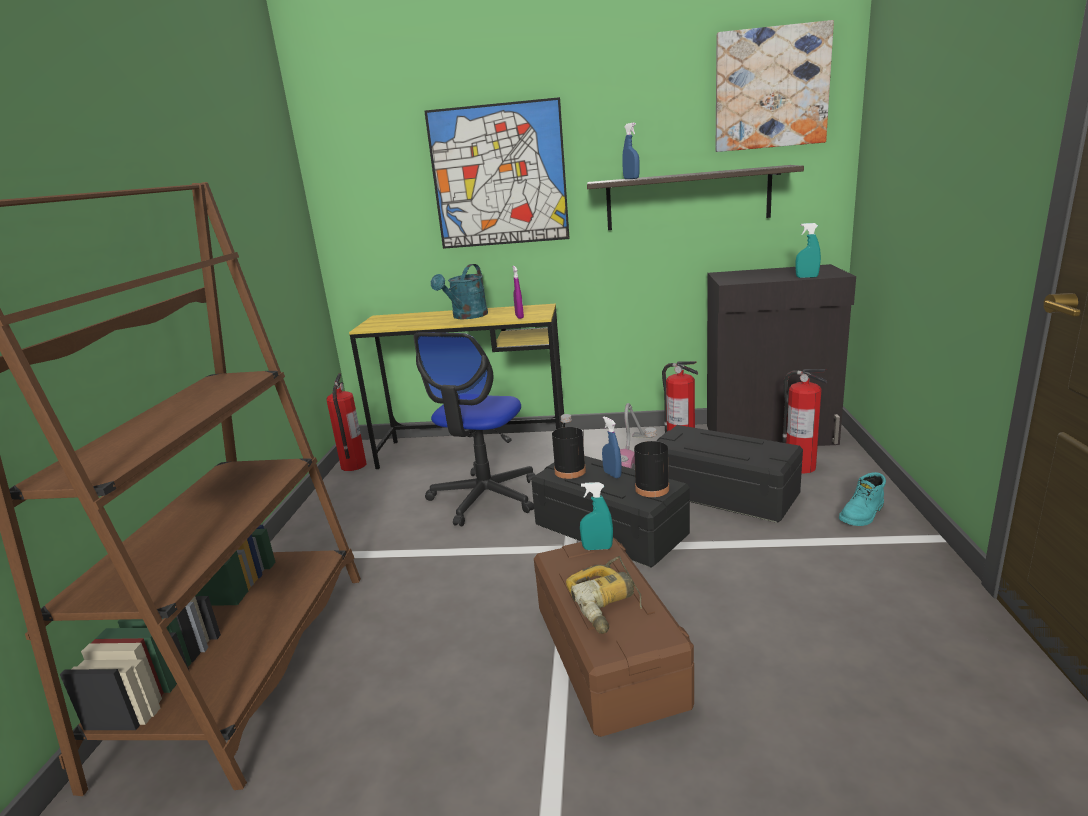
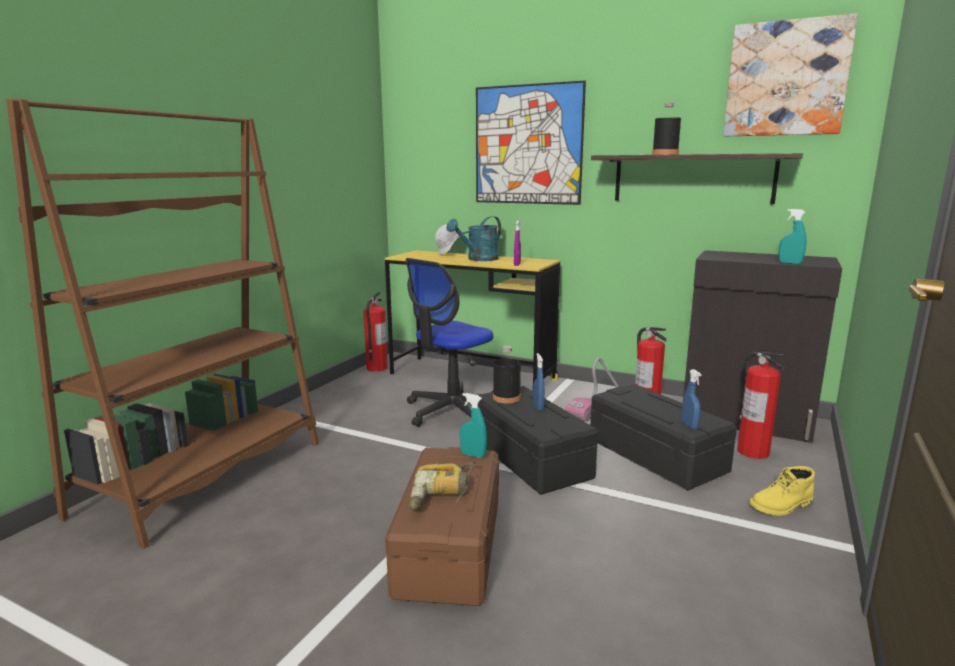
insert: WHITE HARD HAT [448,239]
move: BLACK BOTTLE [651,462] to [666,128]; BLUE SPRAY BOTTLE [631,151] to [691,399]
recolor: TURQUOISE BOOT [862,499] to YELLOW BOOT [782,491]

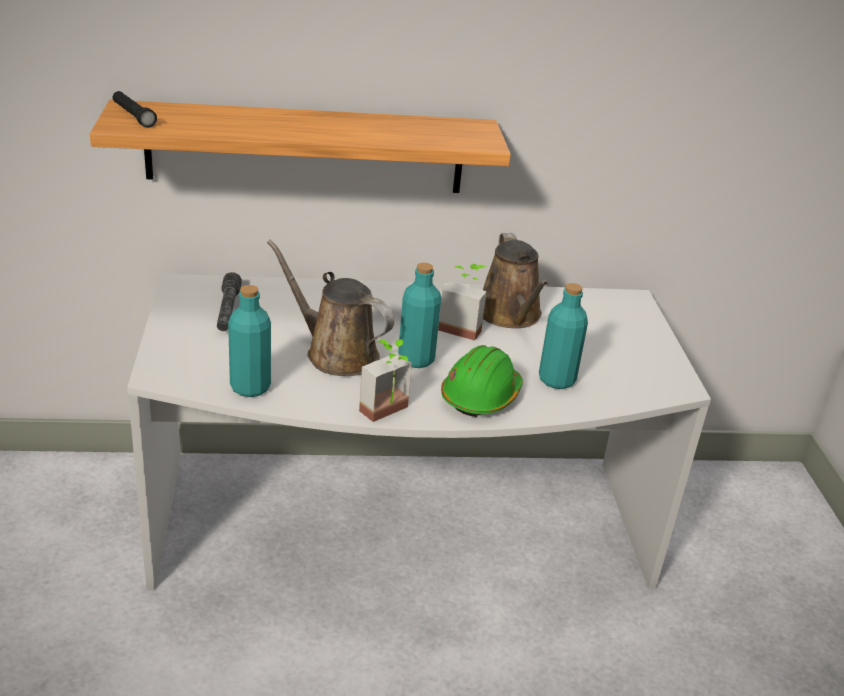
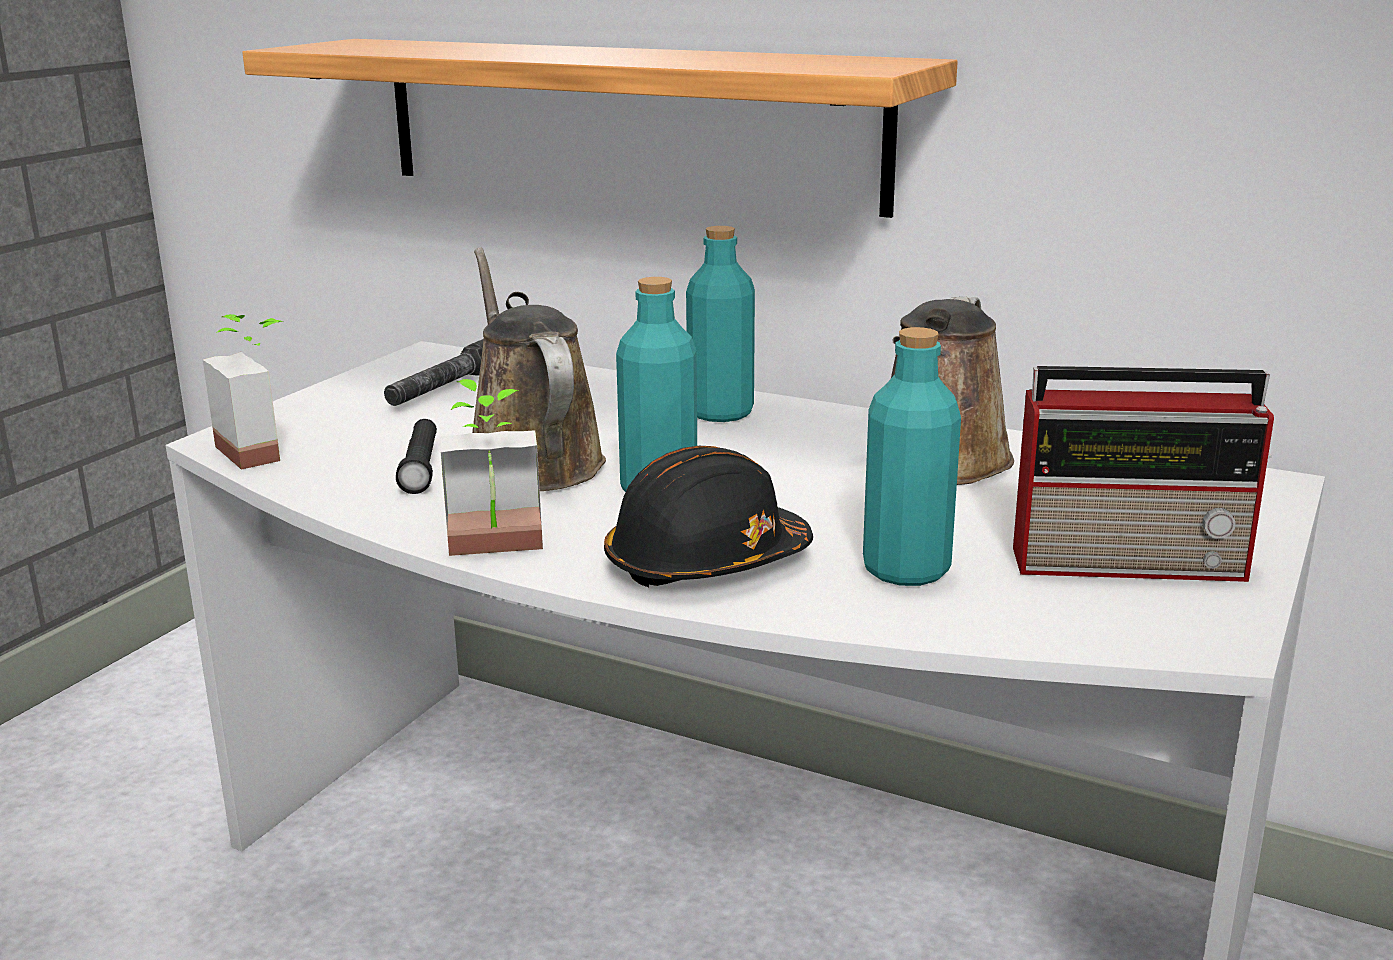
insert: RADIO [1143,474]
move: POTTED PLANT [462,302] to [243,392]; BLACK FLASHLIGHT [135,109] to [416,456]; TURQUOISE BOTTLE [249,341] to [720,324]
recolor: GREEN HARD HAT [482,381] to BLACK HARD HAT [708,516]

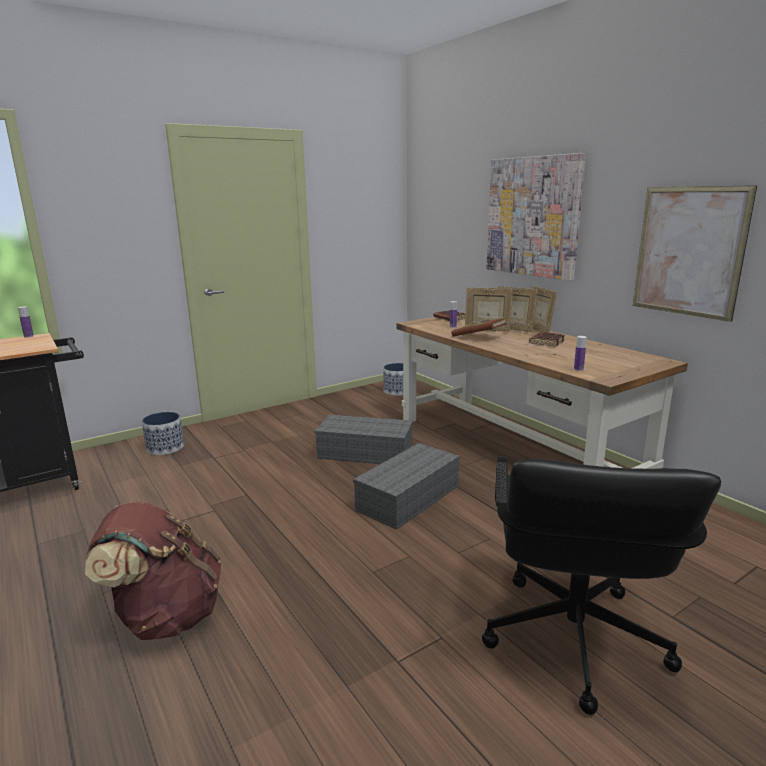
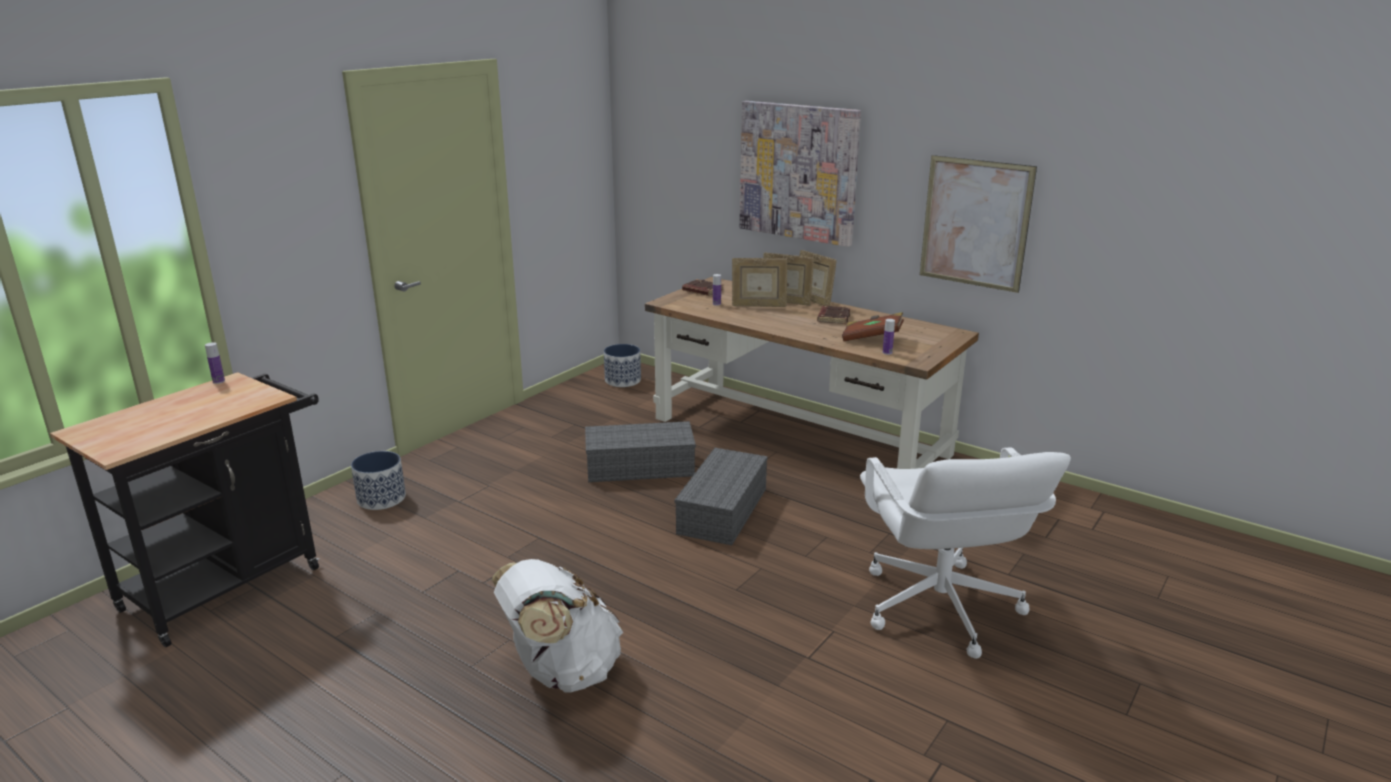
move: BROWN BOOK [479,327] to [873,326]
recolor: BROWN BACKPACK [153,571] to WHITE BACKPACK [557,625]; BLACK OFFICE CHAIR [601,585] to WHITE OFFICE CHAIR [965,553]

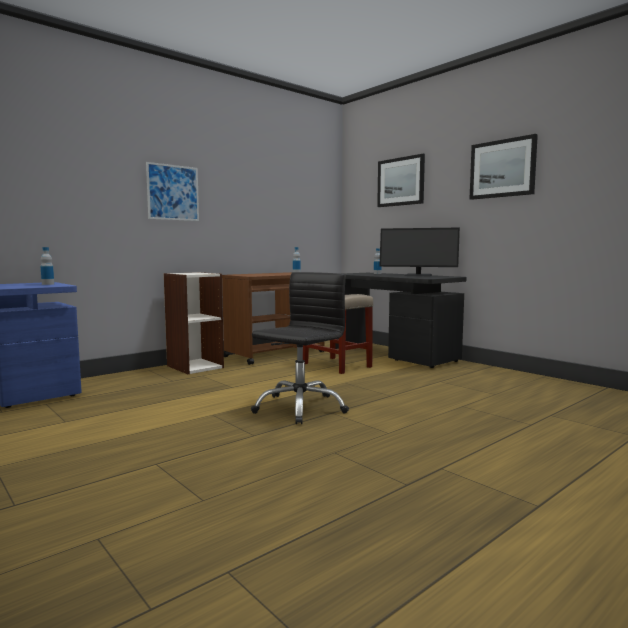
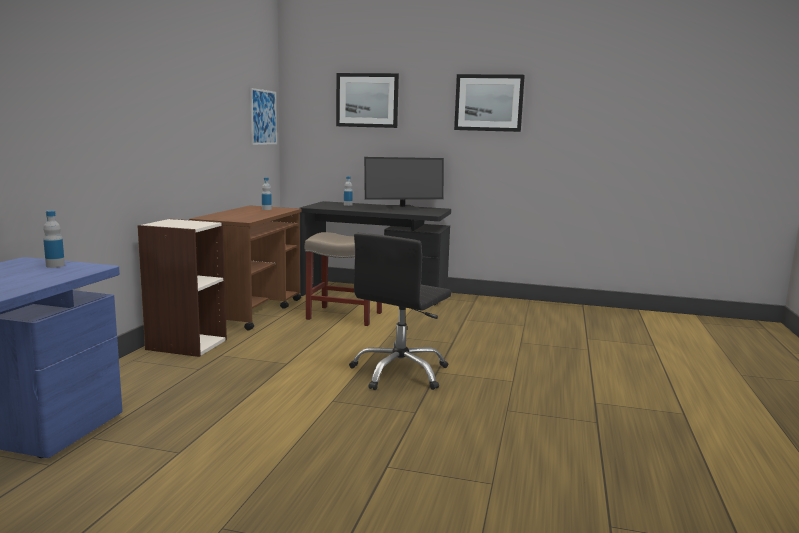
move: PICTURE [172,191] to [263,116]
rotate: BLACK OFFICE CHAIR [300,348] = [400,311] 150 degrees counterclockwise

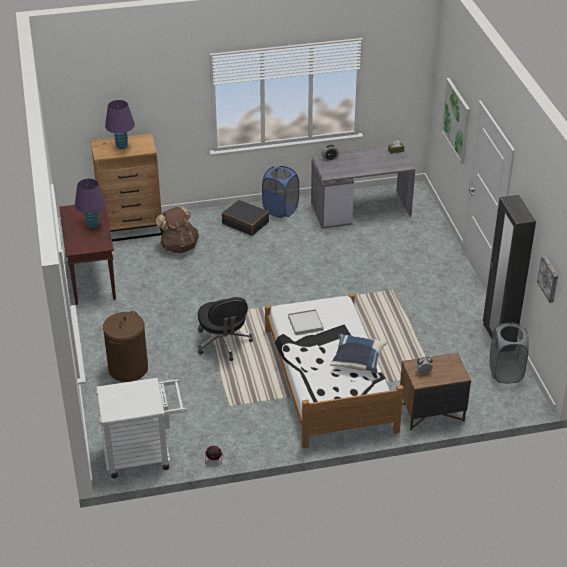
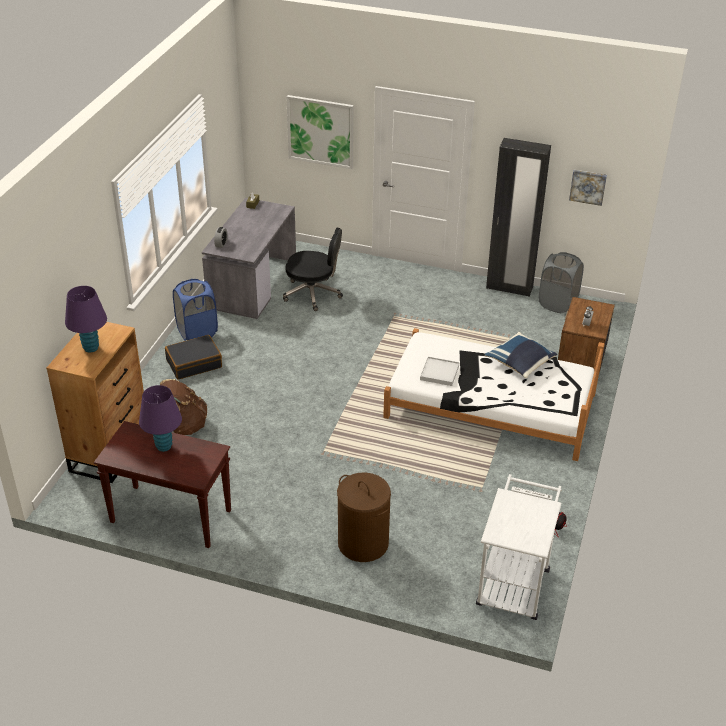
move: BLACK OFFICE CHAIR [225,329] to [313,269]

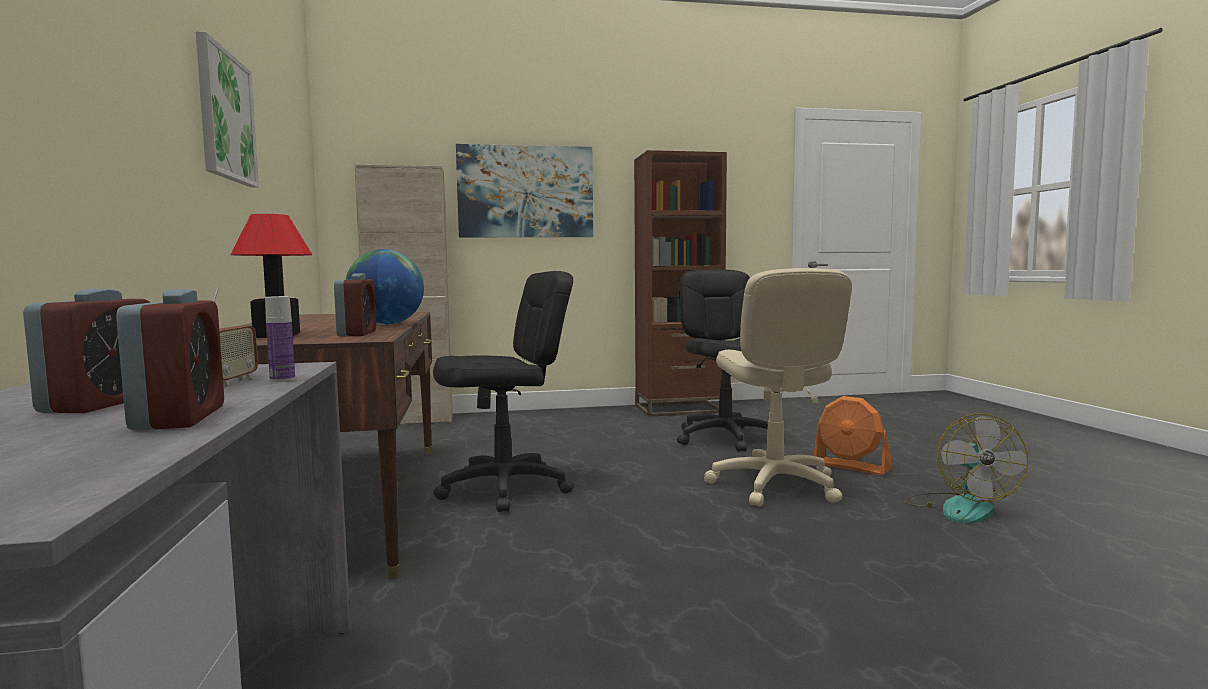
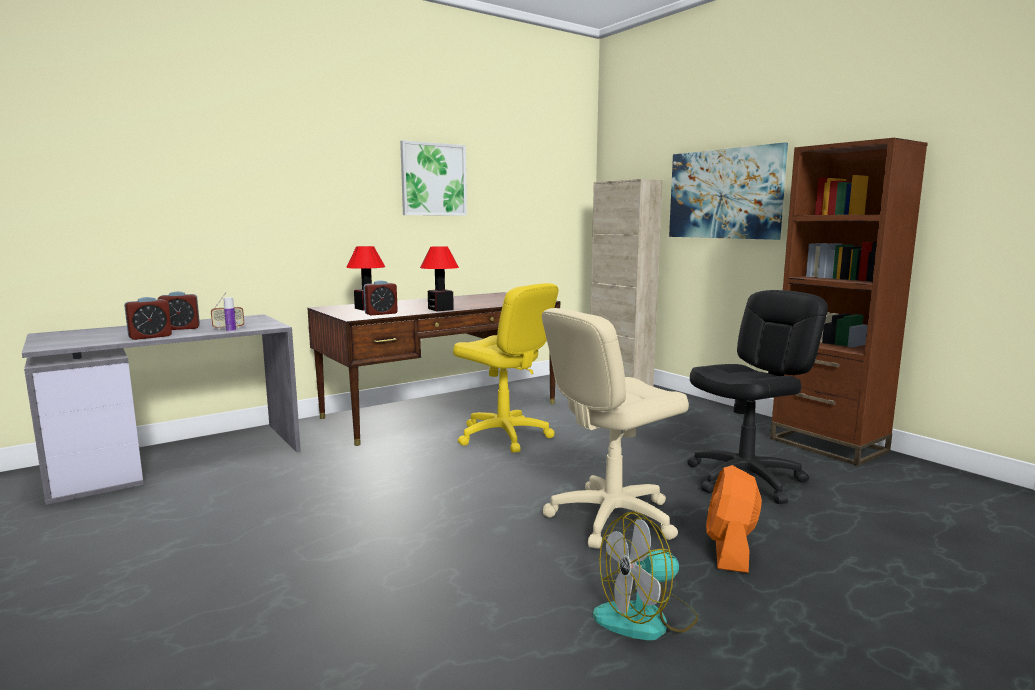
replace: GLOBE [385,287] to TABLE LAMP [439,278]
recolor: BLACK OFFICE CHAIR [503,391] to YELLOW OFFICE CHAIR [506,368]

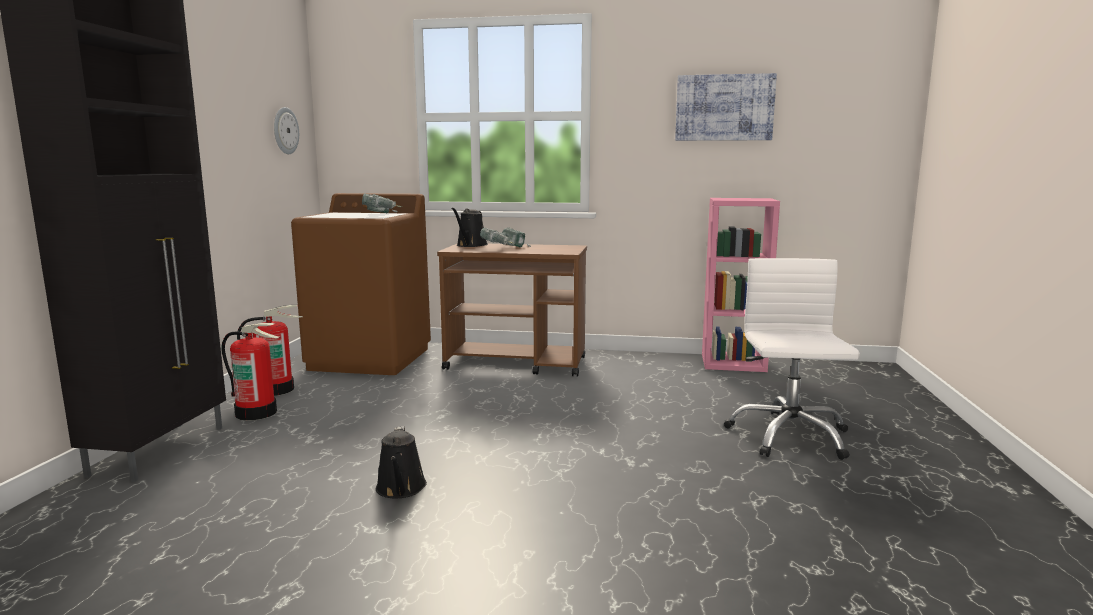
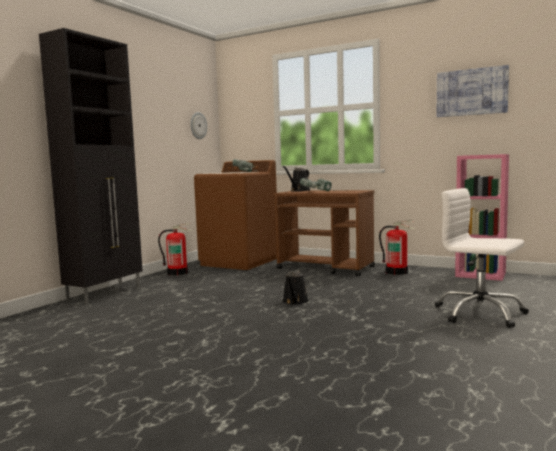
move: BLACK WATERING CAN [401,462] to [295,287]; FIRE EXTINGUISHER [250,372] to [397,248]
rotate: WHITE OFFICE CHAIR [792,359] = [482,258] 75 degrees counterclockwise

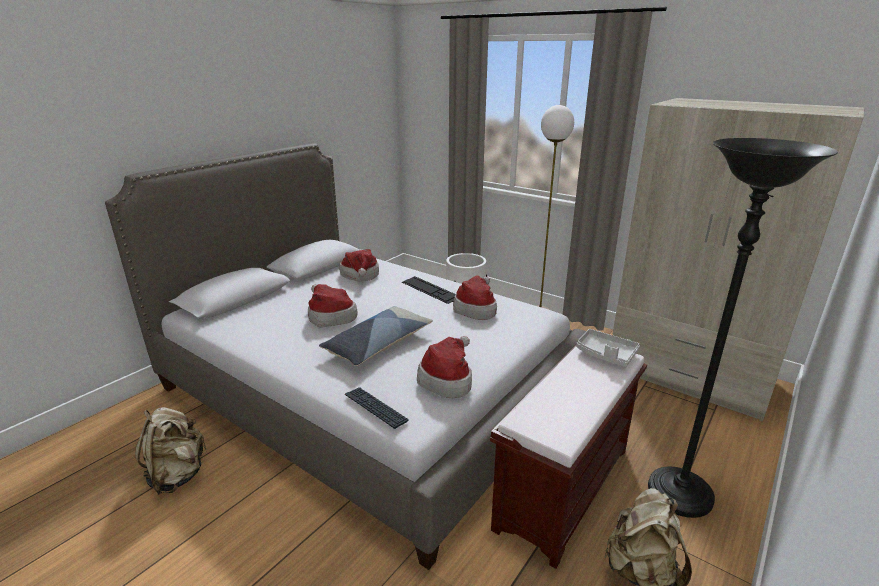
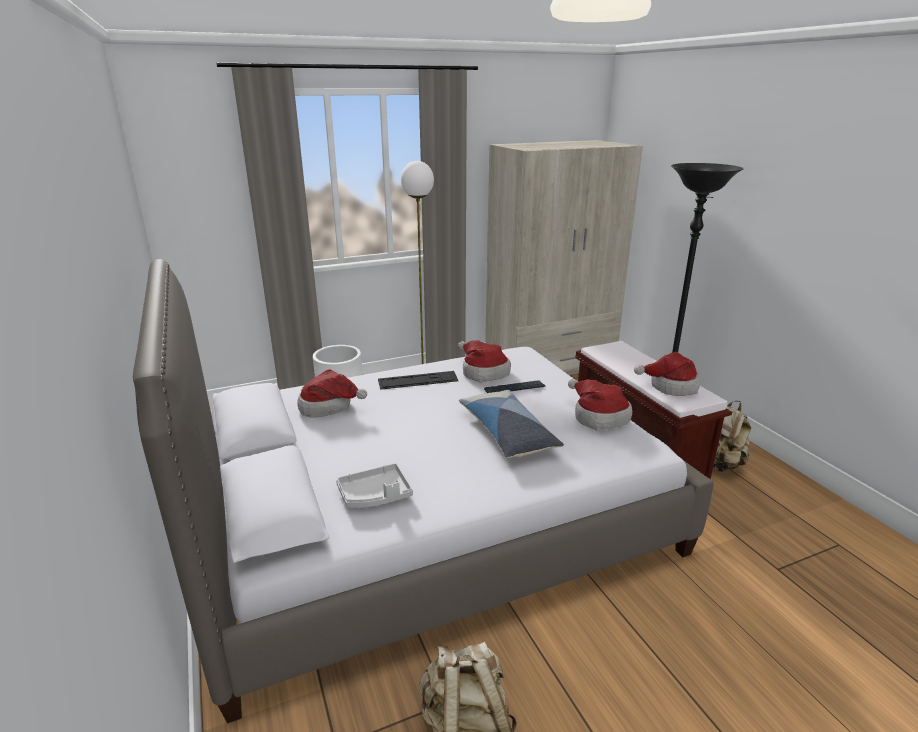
move: GREY TRAY [608,348] to [374,485]; KEYBOARD [377,408] to [514,386]; HAT [333,306] to [667,374]

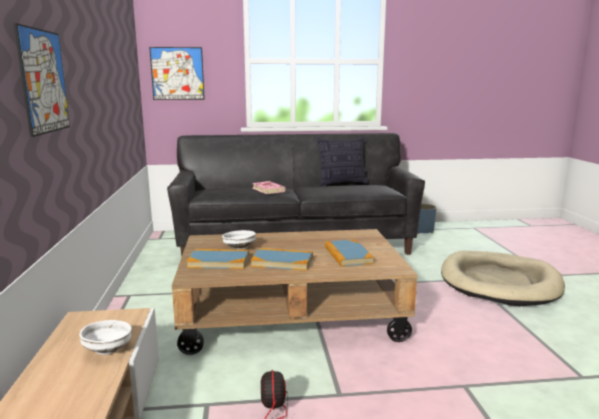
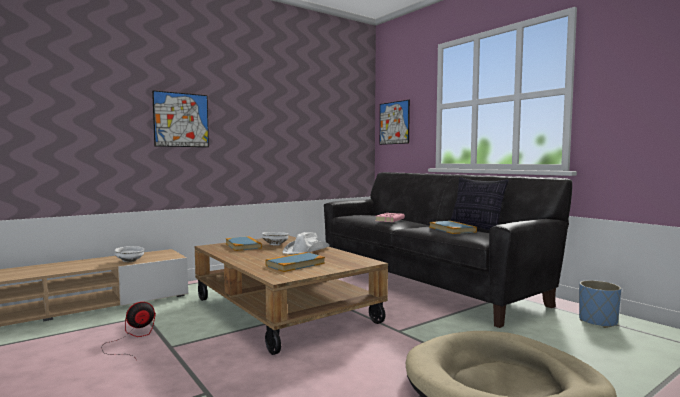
insert: WHITE HAT [306,243]
move: BOOK [282,259] to [453,227]

